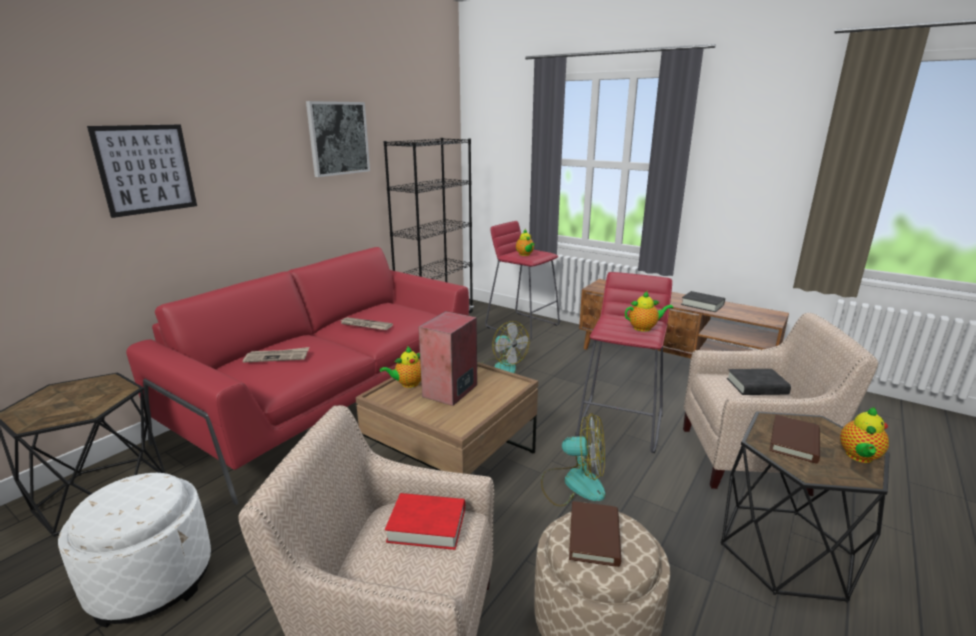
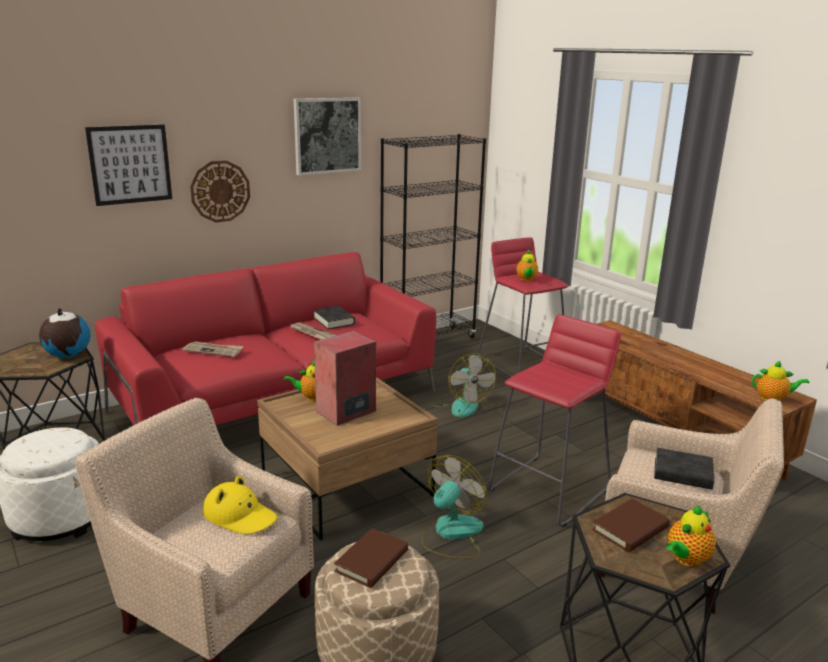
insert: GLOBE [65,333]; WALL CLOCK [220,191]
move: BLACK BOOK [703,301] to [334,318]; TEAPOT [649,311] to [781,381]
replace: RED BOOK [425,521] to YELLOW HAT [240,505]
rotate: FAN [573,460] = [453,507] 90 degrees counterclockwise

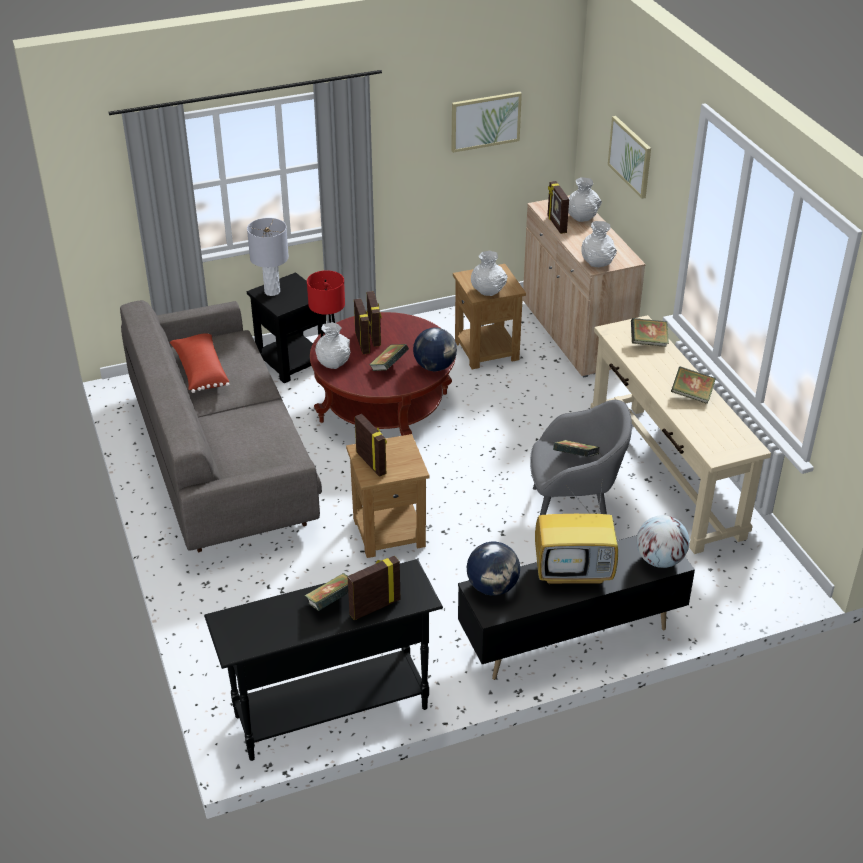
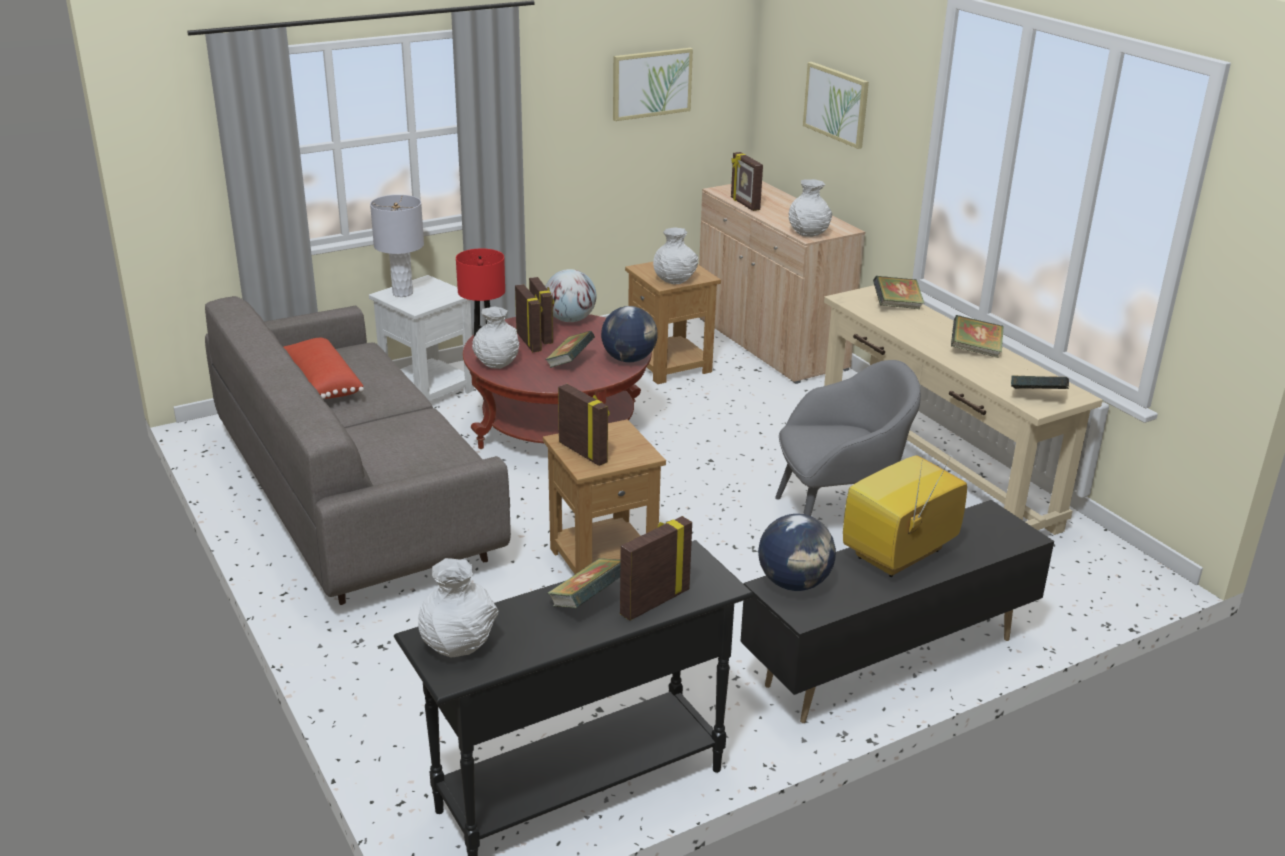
move: WHITE VASE [585,199] to [458,608]; GLOBE [663,541] to [570,295]; BOOK [576,448] to [1040,382]
recolor: BLACK SIDE TABLE [284,327] to WHITE SIDE TABLE [421,338]
rotate: TELEVISION [576,535] = [905,515] 150 degrees clockwise

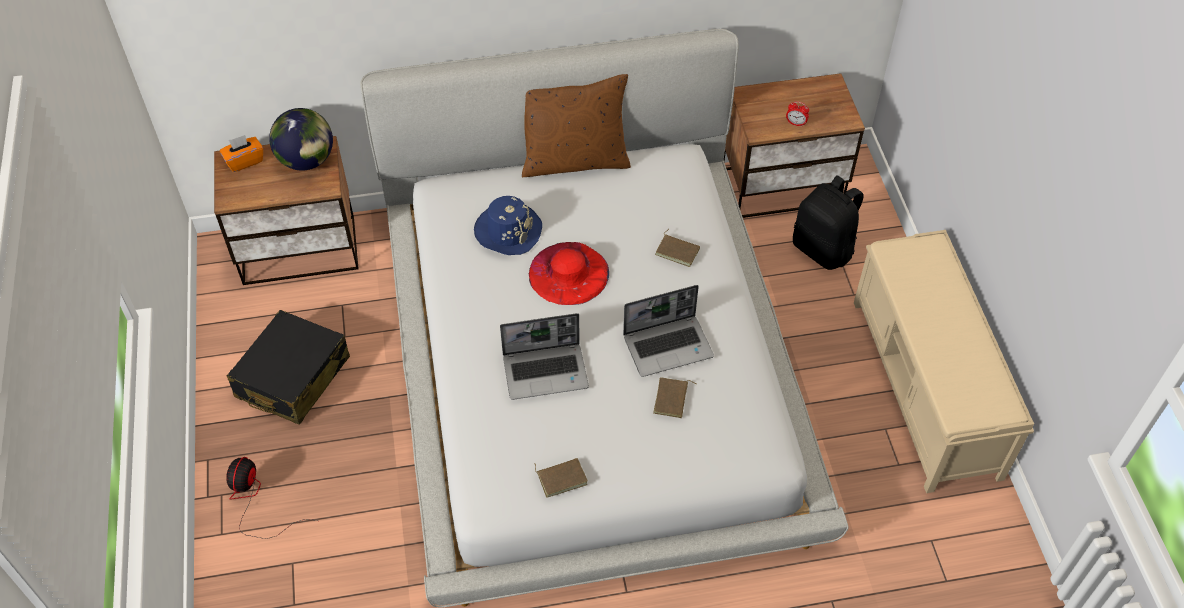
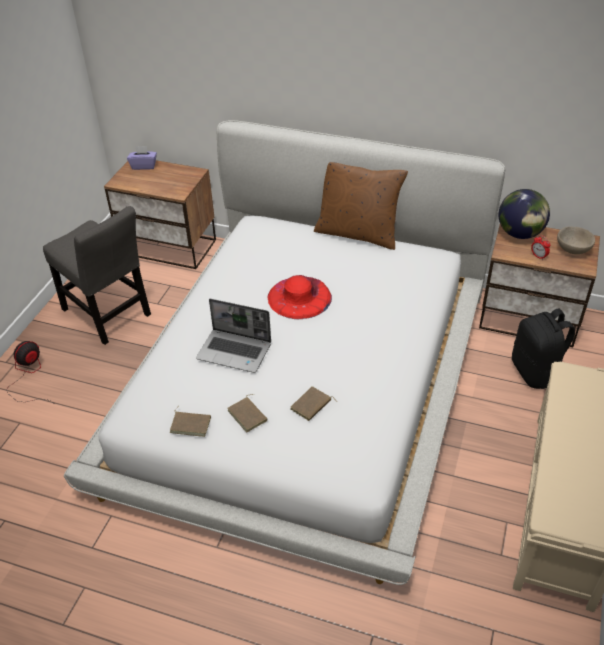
delete: BLUE HAT [508,225]; LAPTOP [668,331]
insert: BEIGE BOWL [576,240]
move: BROWN BOOK [677,248] to [248,413]; GLOBE [301,139] to [524,214]
replace: BLACK SUITCASE [288,367] to GREY CHAIR [97,275]
recolor: ORANGE TISSUE BOX [241,153] to PURPLE TISSUE BOX [142,158]

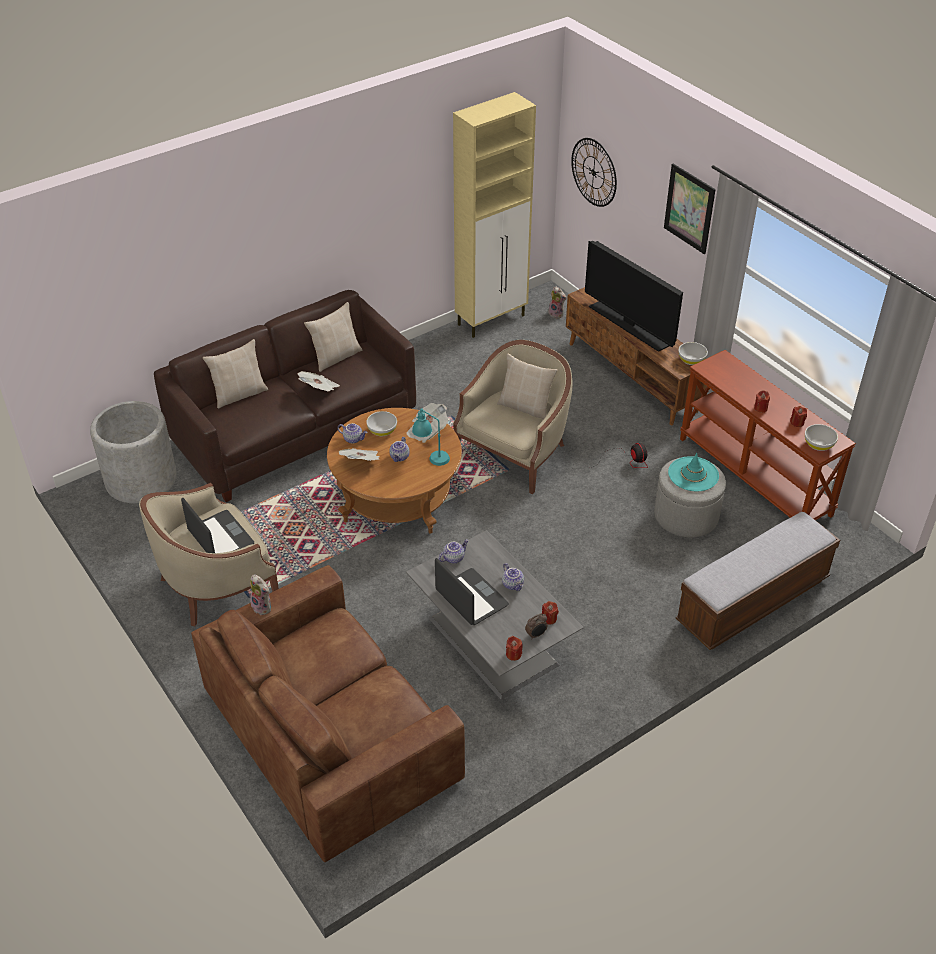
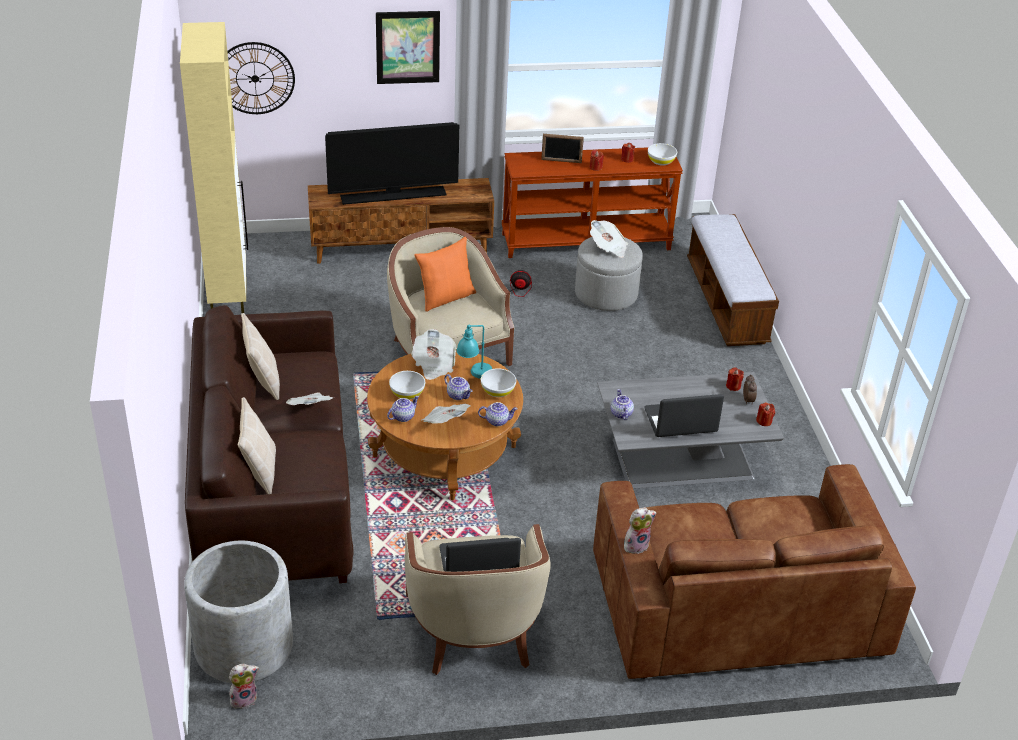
insert: PICTURE FRAME [562,148]
move: PLUSH TOY [557,302] to [244,687]; TEAPOT [513,577] to [498,414]; WHITE BOWL [693,353] to [498,382]
replace: TURQUOISE HAT [693,472] to NEWSPAPER [609,239]
recolor: BEIGE PILLOW [527,386] to ORANGE PILLOW [445,274]

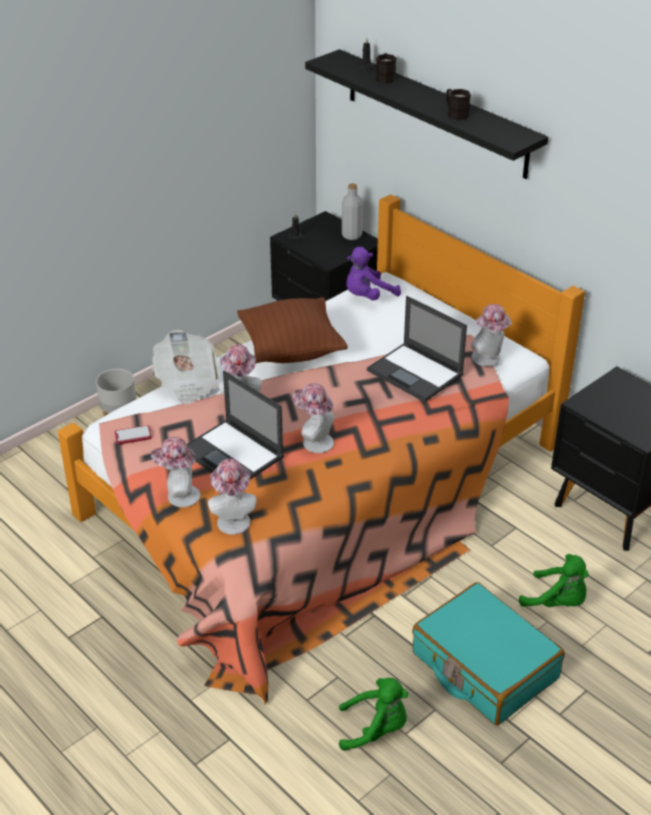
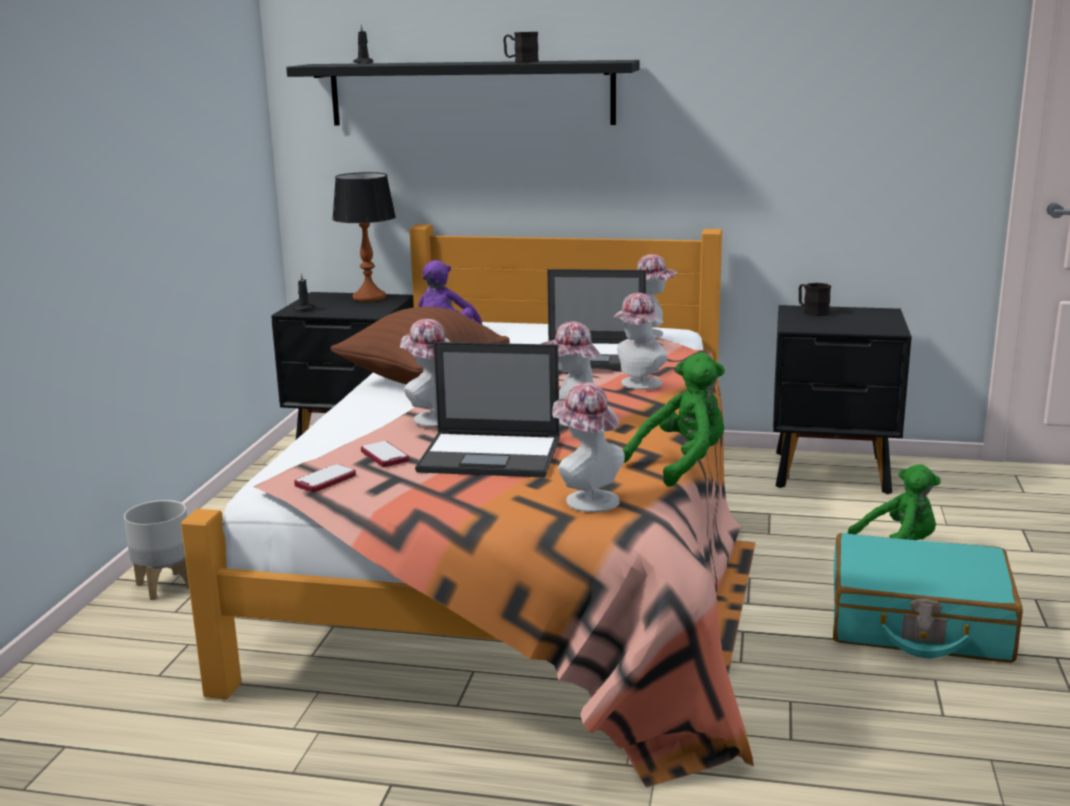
delete: NEWSPAPER [185,367]
insert: PHONE [385,454]
move: HAT [175,472] to [639,341]; GREEN PLUSH TOY [373,714] to [674,419]; BLACK MUG [386,68] to [815,299]
replace: GREY BOTTLE [352,211] to TABLE LAMP [364,237]

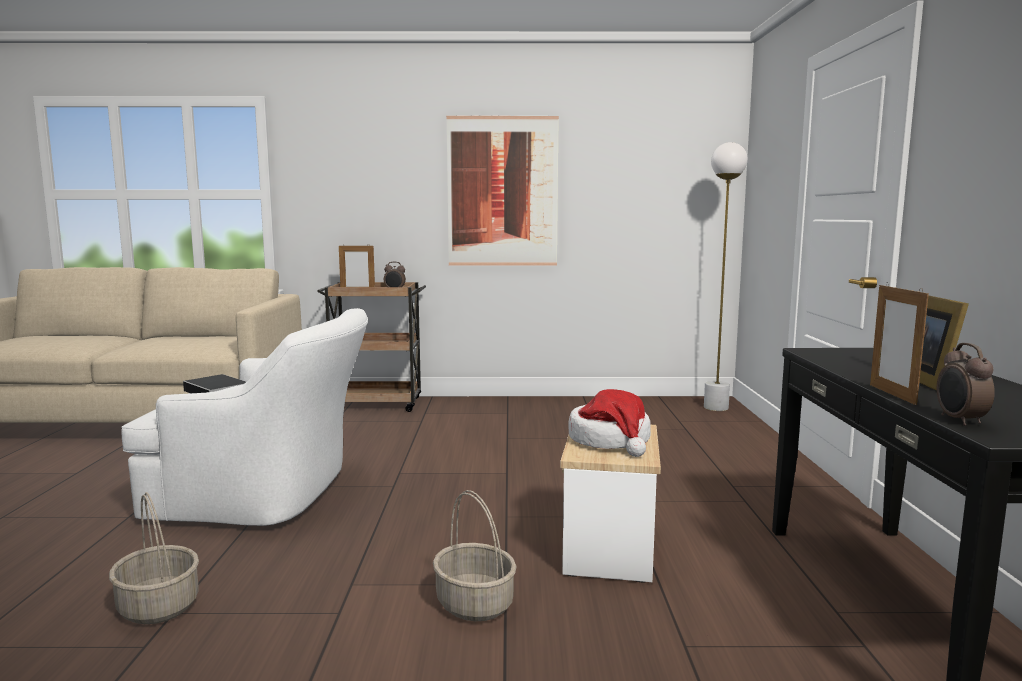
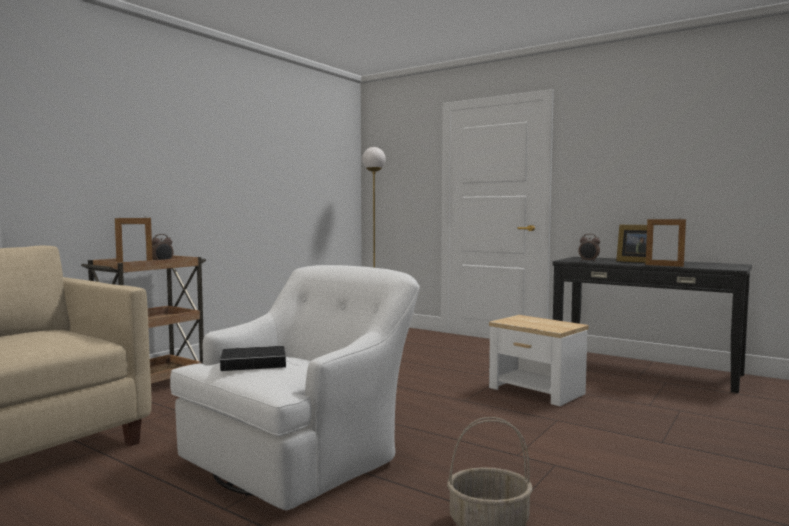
delete: BASKET [475,555]; PICTURE [502,190]; HAT [609,423]
move: ALARM CLOCK [966,384] to [589,248]

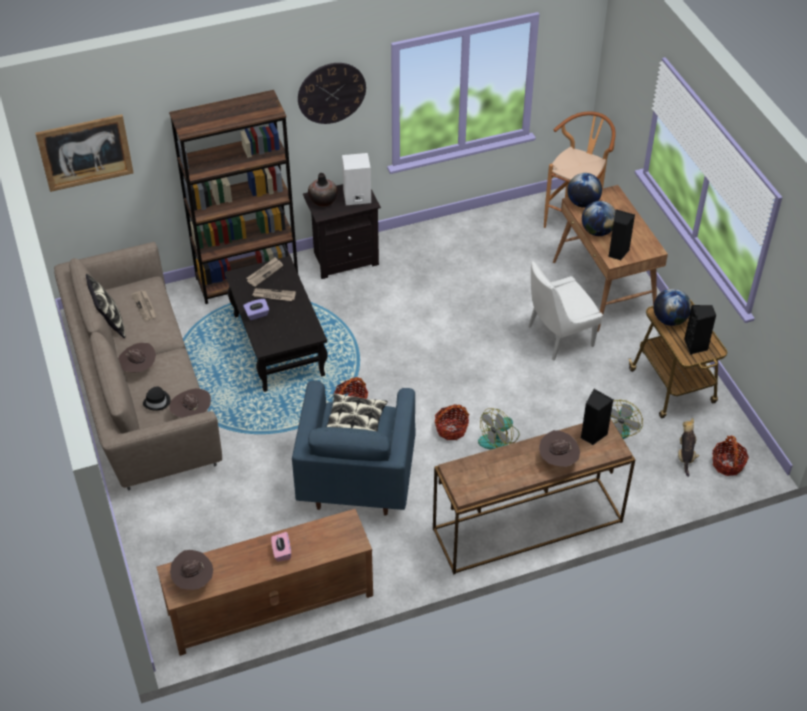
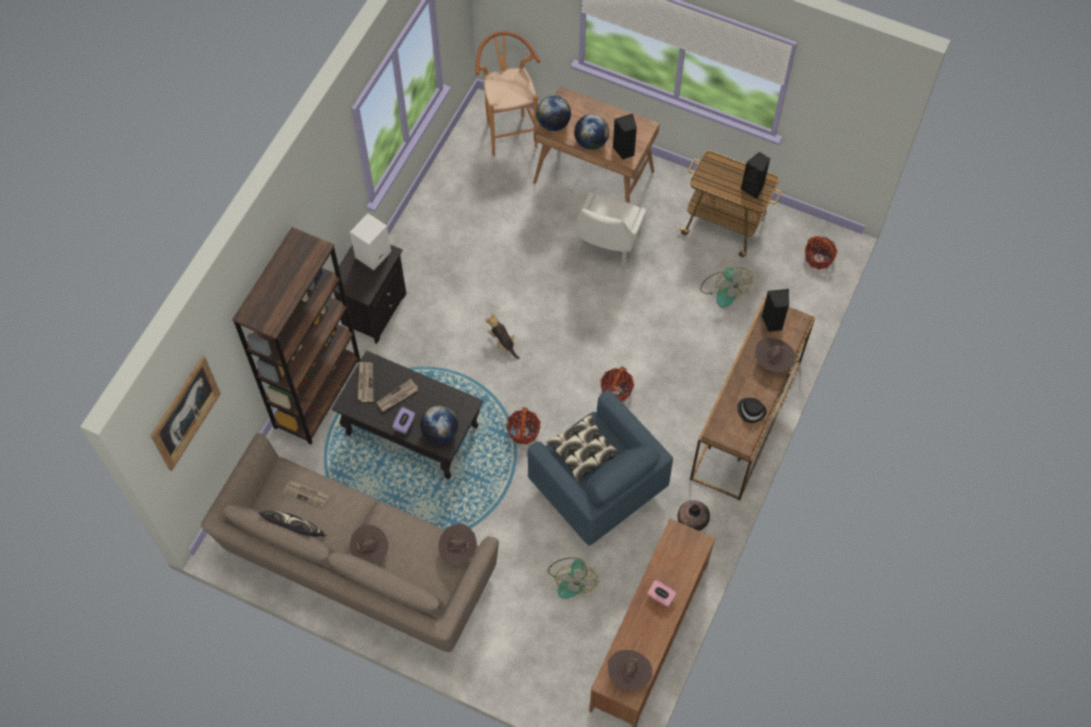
delete: WALL CLOCK [332,93]
move: GLOBE [673,307] to [439,425]; PLUSH TOY [689,447] to [502,336]; FAN [499,429] to [573,578]; VASE [323,190] to [694,515]; BLACK HAT [156,398] to [752,410]

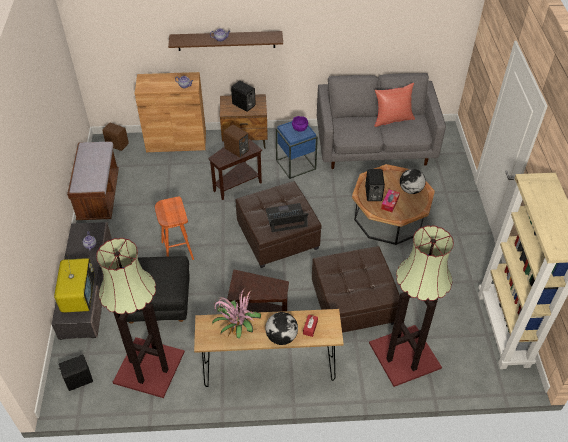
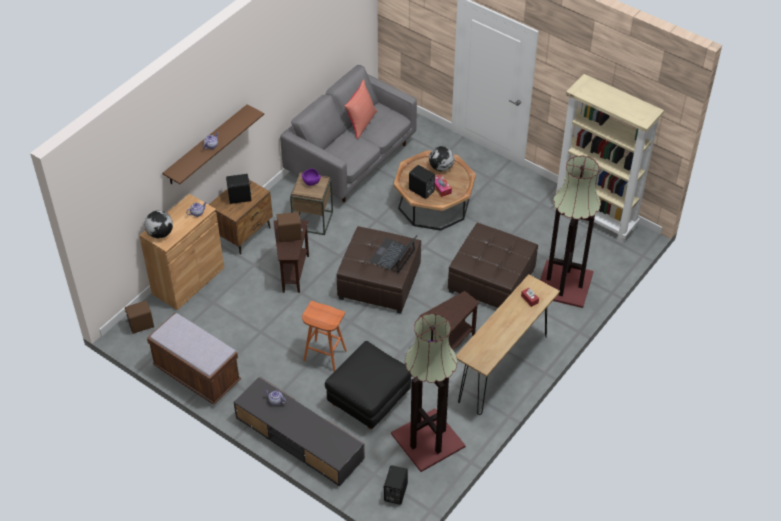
delete: TELEVISION [74,284]; POTTED PLANT [236,314]
move: GLOBE [281,328] to [158,224]
recolor: BLUE SIDE TABLE [297,150] to BROWN SIDE TABLE [311,203]

